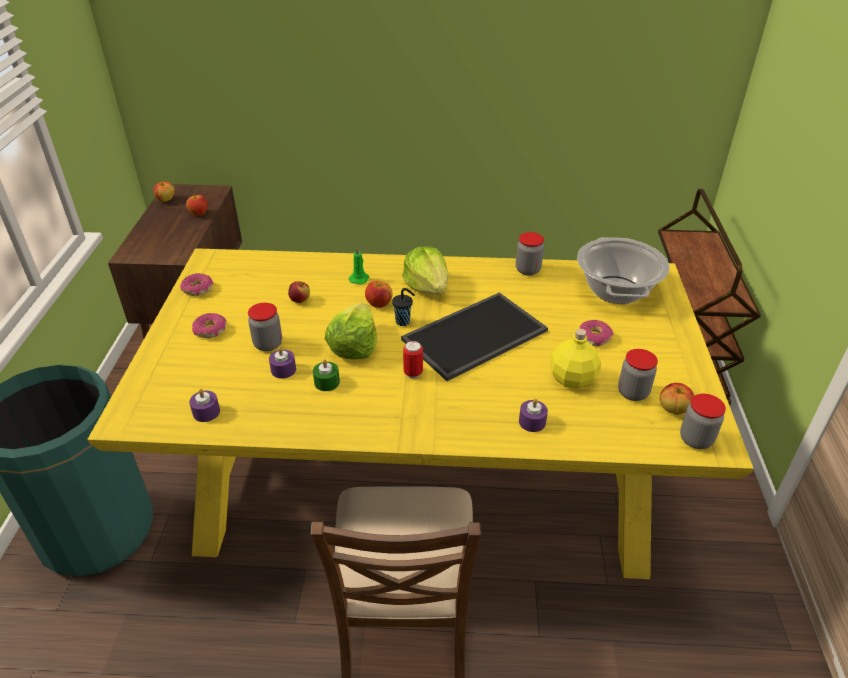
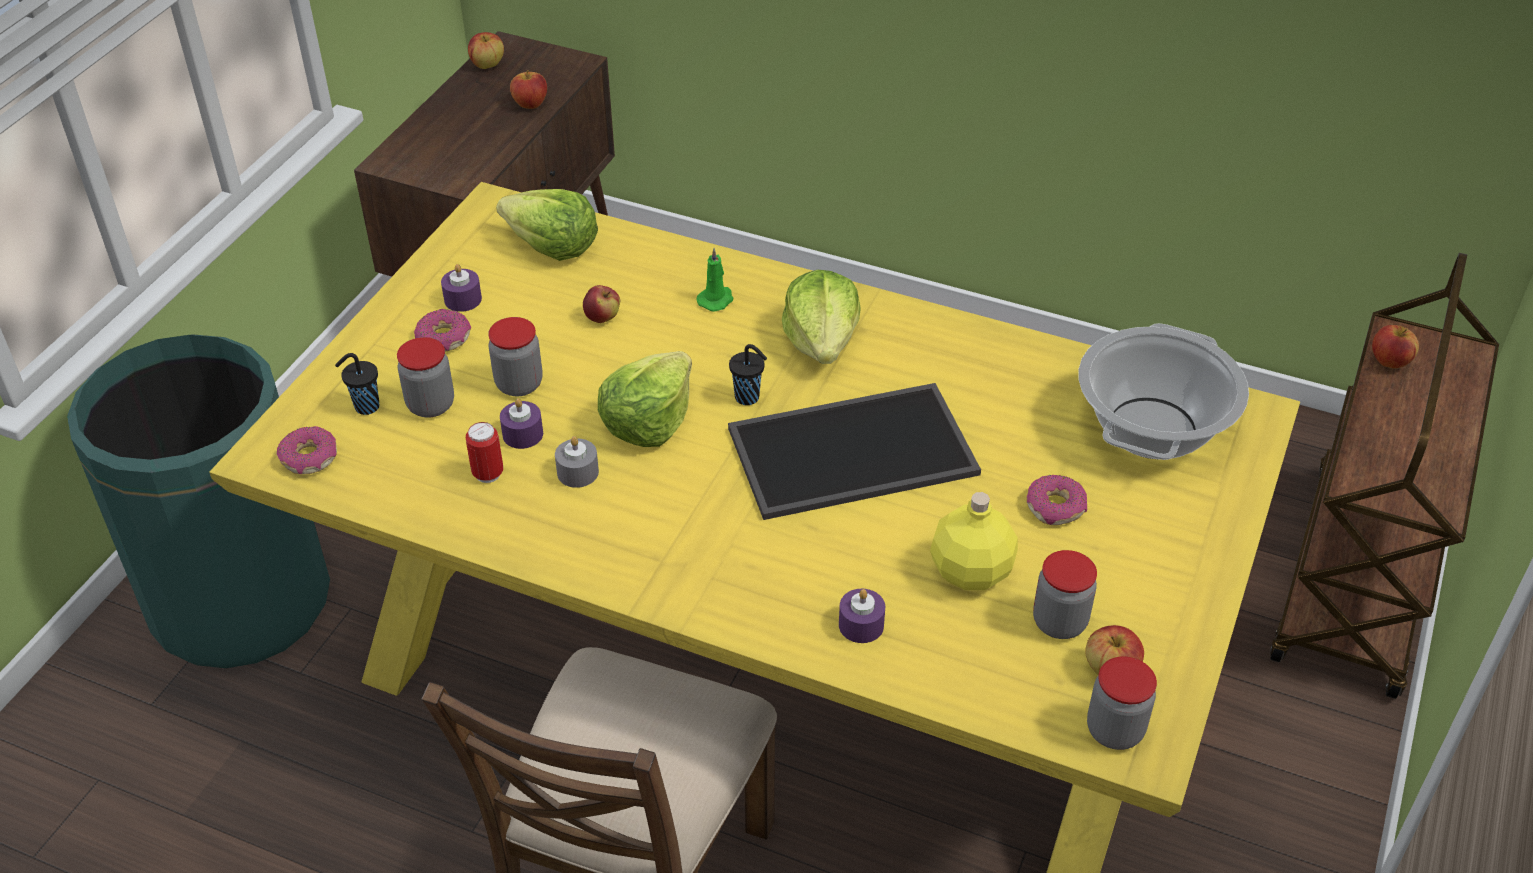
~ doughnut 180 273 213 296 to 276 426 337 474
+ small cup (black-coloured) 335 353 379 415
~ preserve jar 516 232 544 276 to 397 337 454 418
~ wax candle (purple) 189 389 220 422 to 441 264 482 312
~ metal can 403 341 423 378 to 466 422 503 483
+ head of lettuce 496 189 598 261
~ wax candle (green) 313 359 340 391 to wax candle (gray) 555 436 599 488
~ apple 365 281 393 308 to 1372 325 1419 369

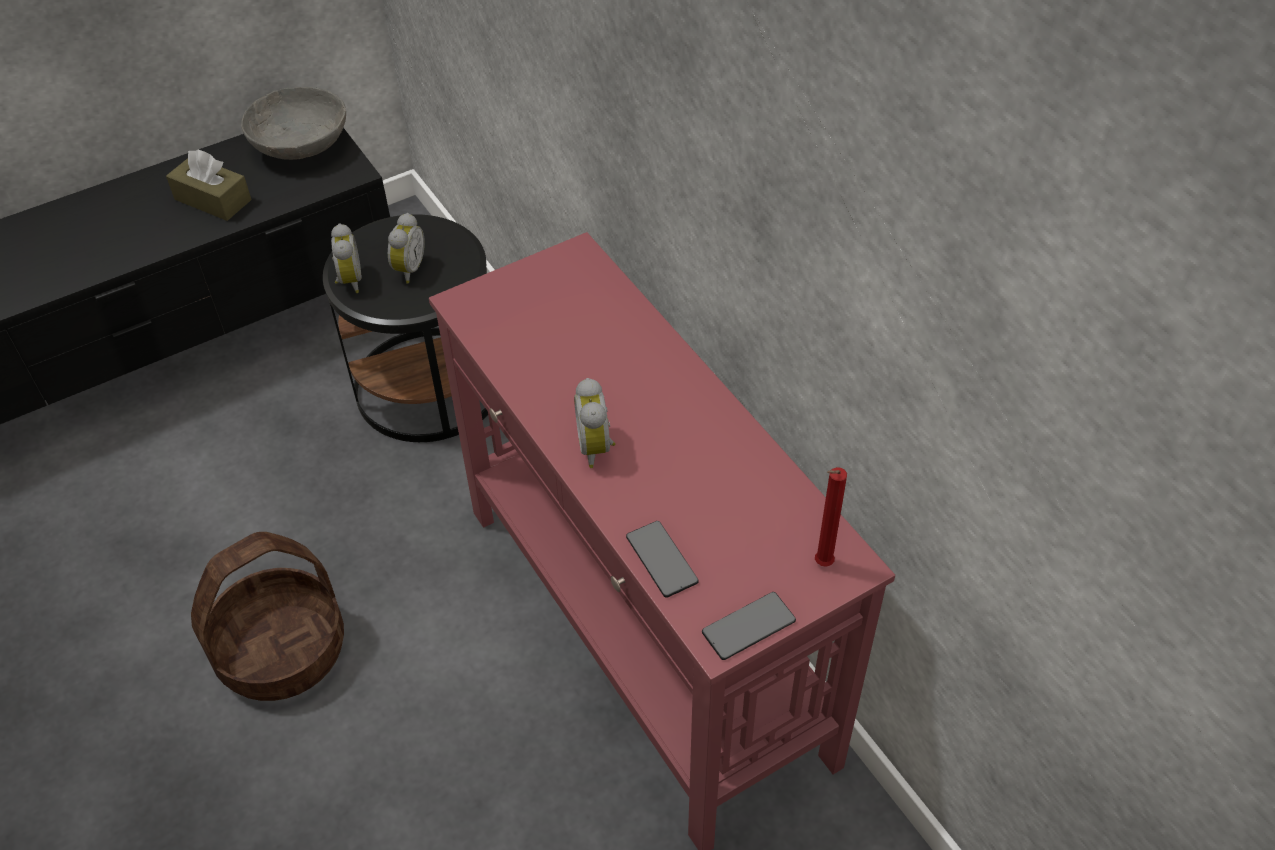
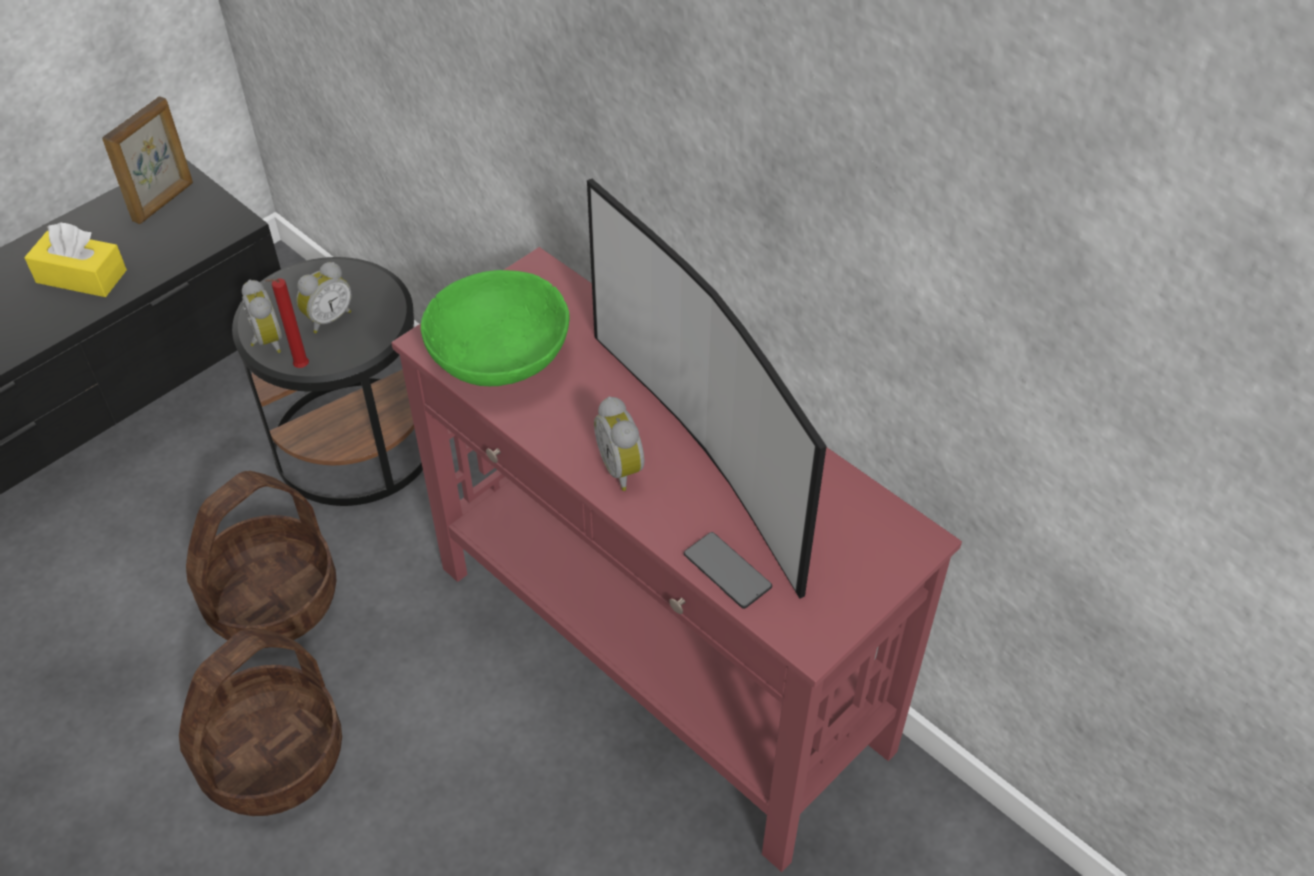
~ tissue box (brown) 166 149 251 221 to tissue box (yellowish) 24 222 127 297
~ bowl (gray) 241 87 346 160 to photo frame 102 96 193 224
+ household basket 186 471 337 648
~ wax candle (reddish) 815 467 847 567 to 265 278 309 368
~ table clock 388 213 425 284 = 296 262 352 333 45 degrees clockwise
+ bowl (green) 421 270 570 386
+ TV set 587 179 827 599
- phone 702 592 796 660

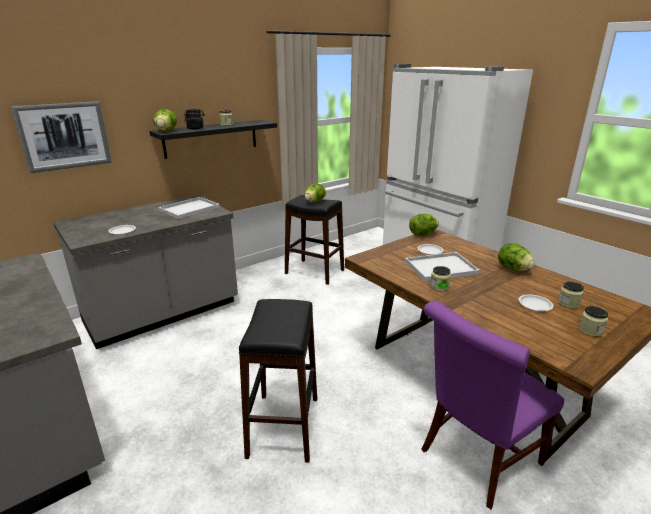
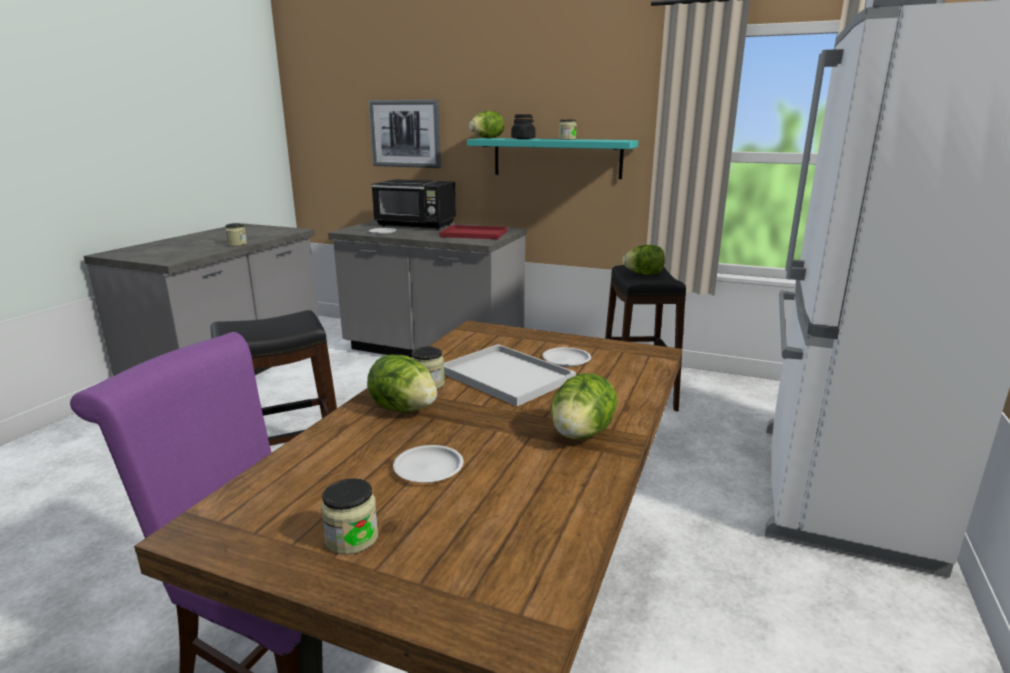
~ preserve jar 558 281 584 309 to 225 223 247 246
~ head of lettuce 409 214 439 236 to 367 355 437 413
+ kitchen microwave (black-coloured) 371 179 456 230
~ tray (whitish) 159 197 220 219 to tray (reddish) 439 225 507 239
~ wall shelf (black-coloured) 149 120 277 159 to wall shelf (turquoise) 467 138 639 179

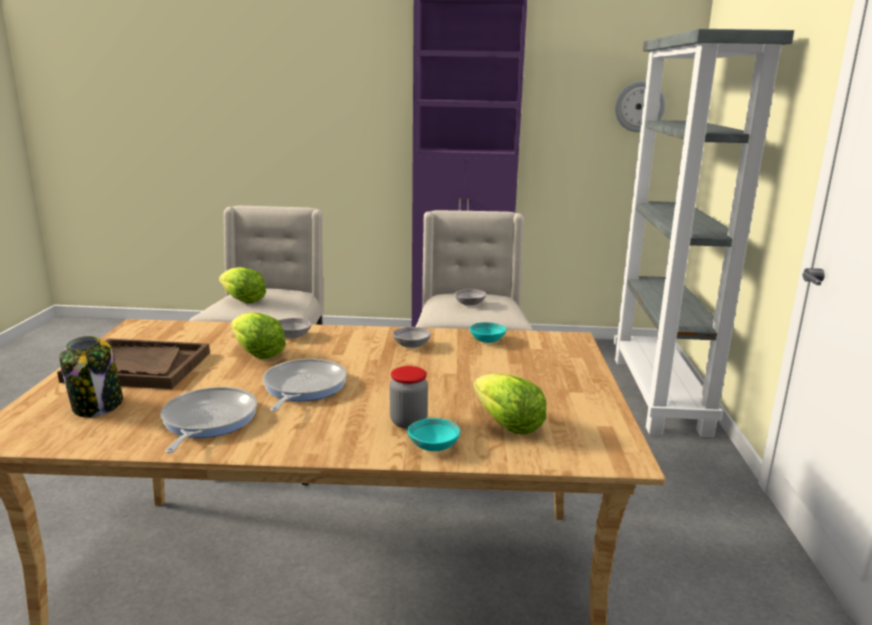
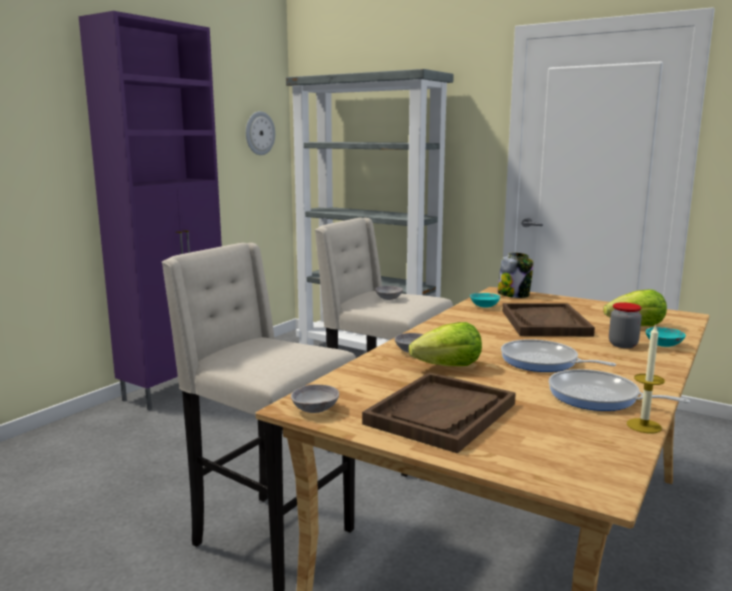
~ bowl (gray) 392 327 431 348 to 291 384 339 413
~ preserve jar 59 336 123 417 to 497 253 533 298
+ tray (brown) 502 303 595 336
+ wax candle 627 324 665 433
- head of lettuce 219 267 266 304

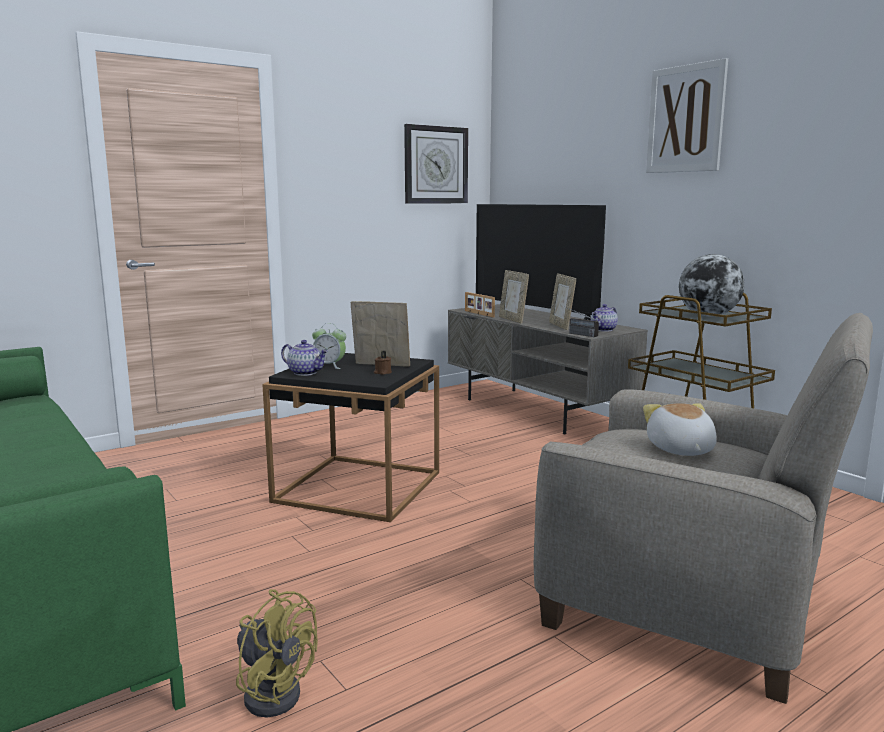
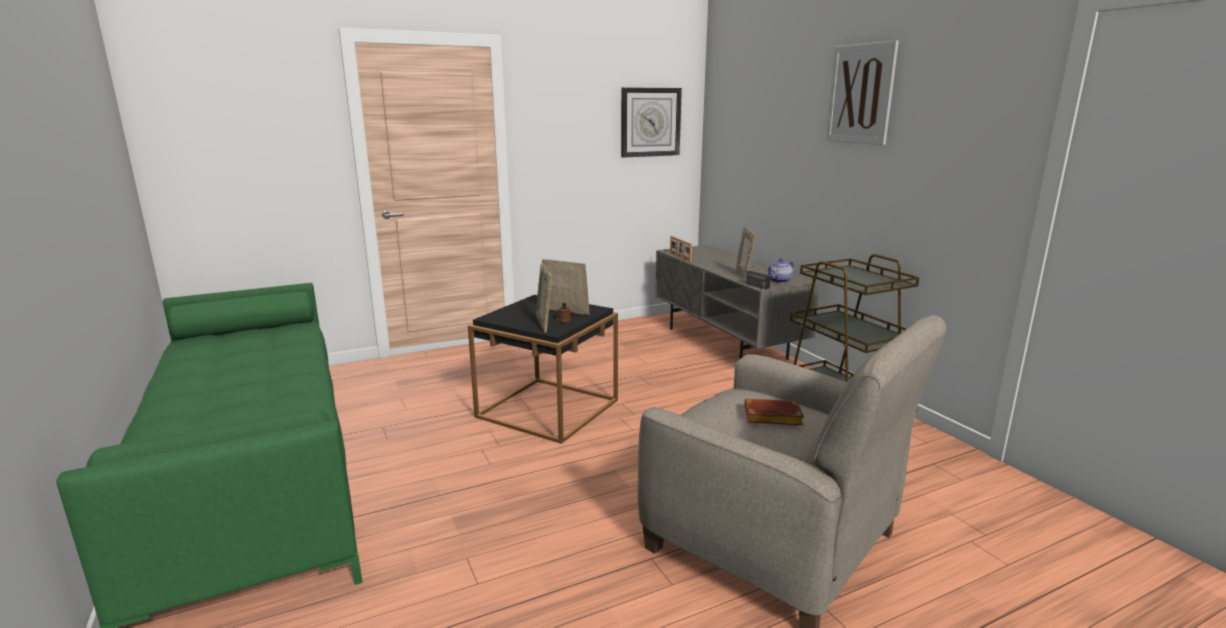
~ photo frame 499 270 529 323 to 536 263 552 333
~ plush toy 643 403 717 456 to volume (brown) 744 399 804 425
- cooling fan (yellowish) 236 589 318 717
- pot for tea 281 340 328 376
- table clock 312 323 346 369
- TV set 476 204 606 320
- world globe 679 254 745 316

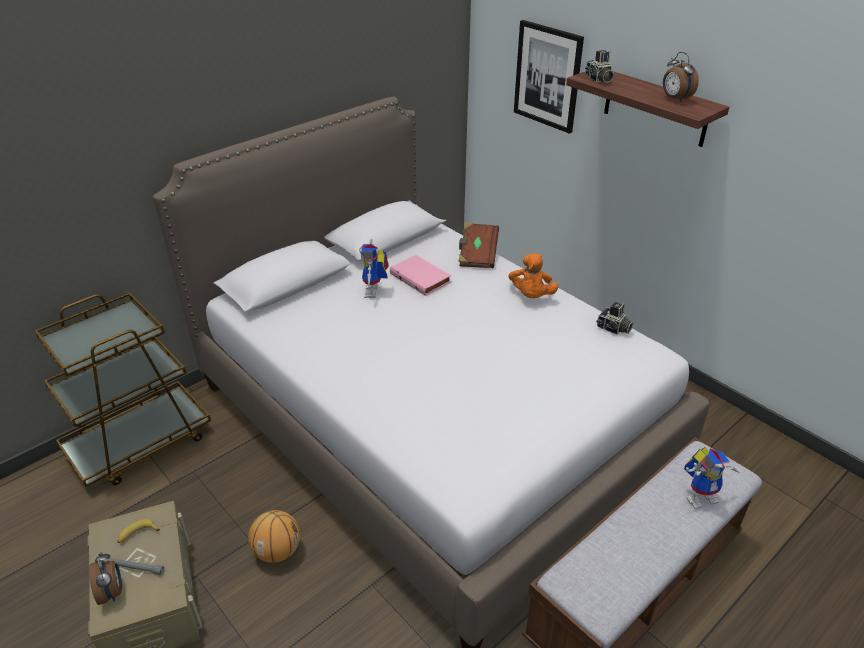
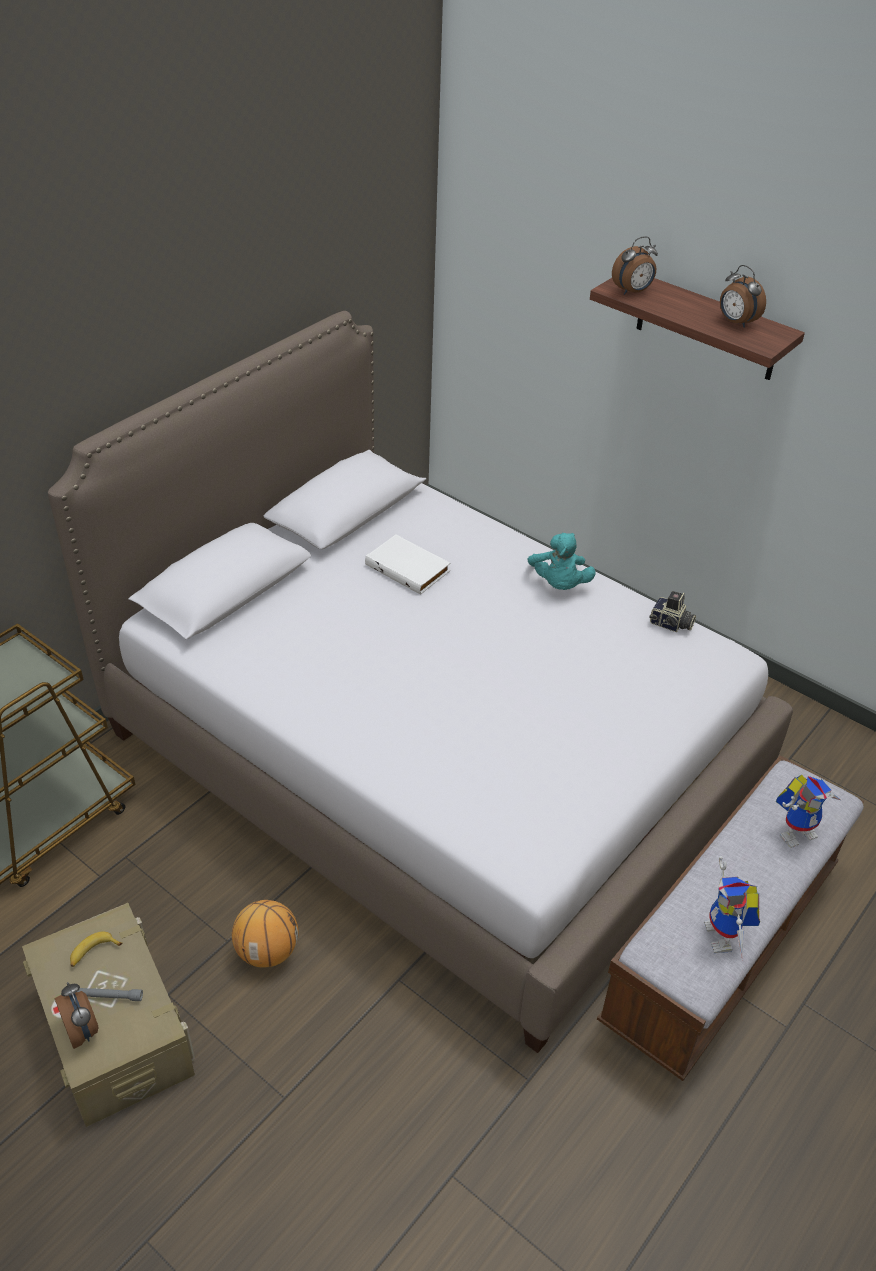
~ volume (pink-coloured) 390 255 451 296 to volume (whitish) 365 535 450 595
~ plush toy (orangey) 509 253 558 298 to plush toy (turquoise) 528 533 596 590
~ still camera 585 50 614 83 to table clock 612 236 658 295
~ robot figure 359 239 389 298 to 704 856 760 958
- volume (brown) 458 222 499 268
- picture 514 20 584 134

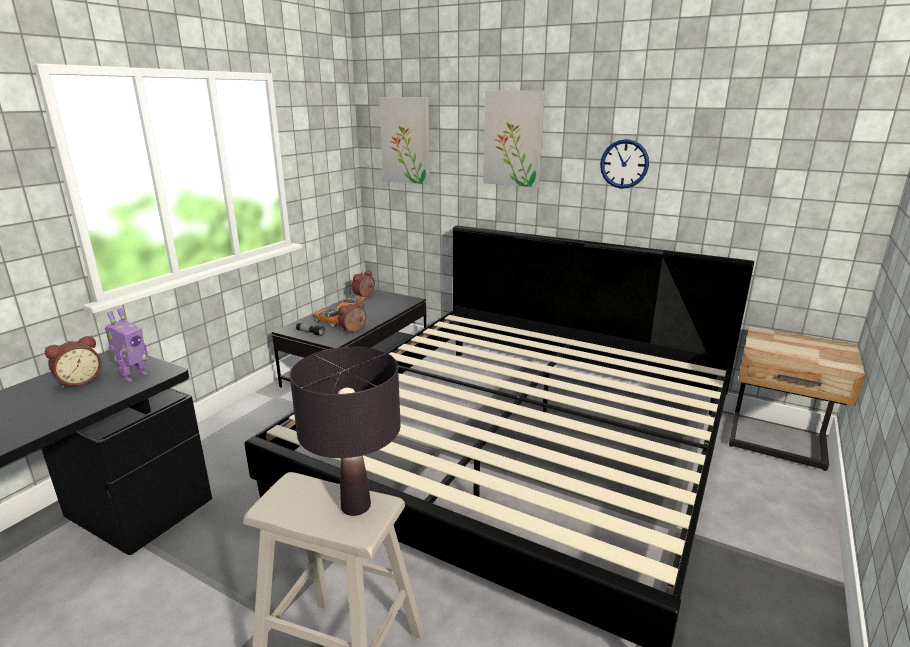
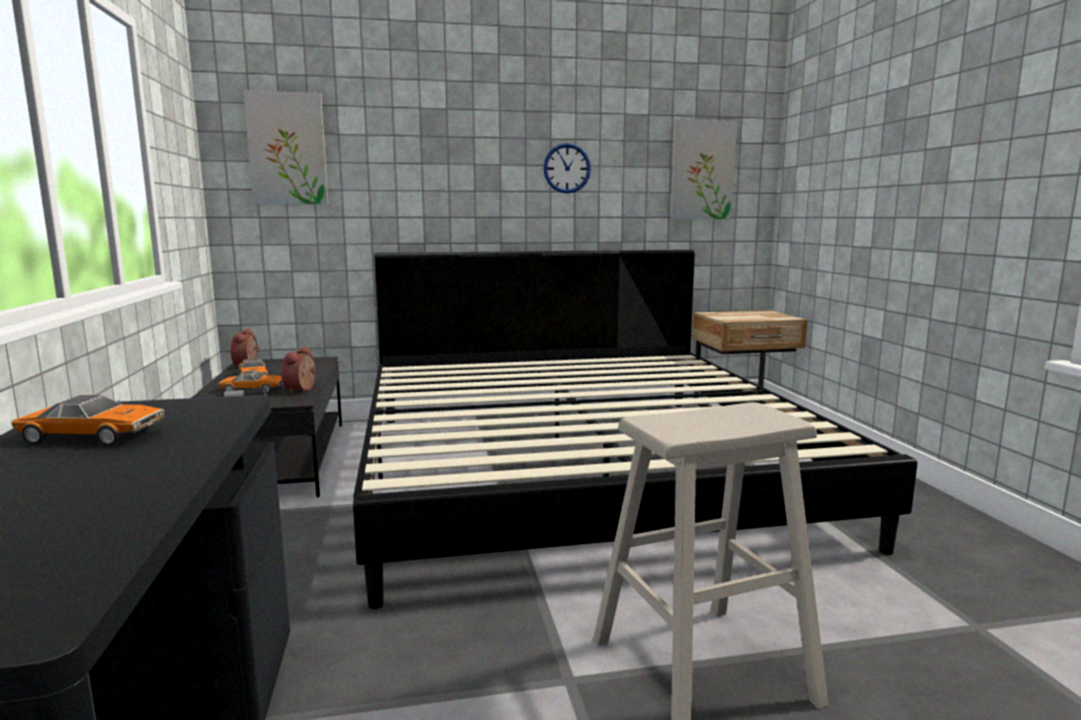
~ table clock 45 335 102 388 to model car 11 395 165 446
~ picture 483 90 544 187 to 670 119 737 219
- robot figure 105 308 148 382
- tabletop lamp (black-coloured) 290 347 401 516

